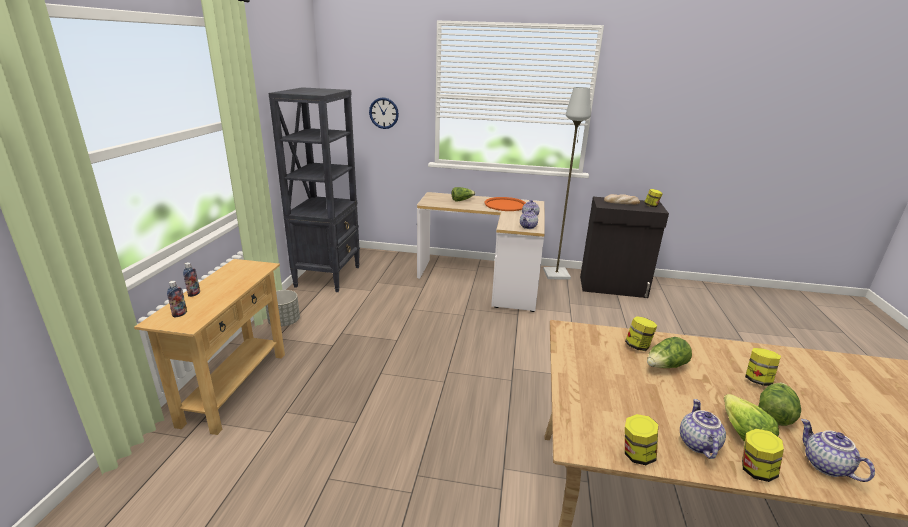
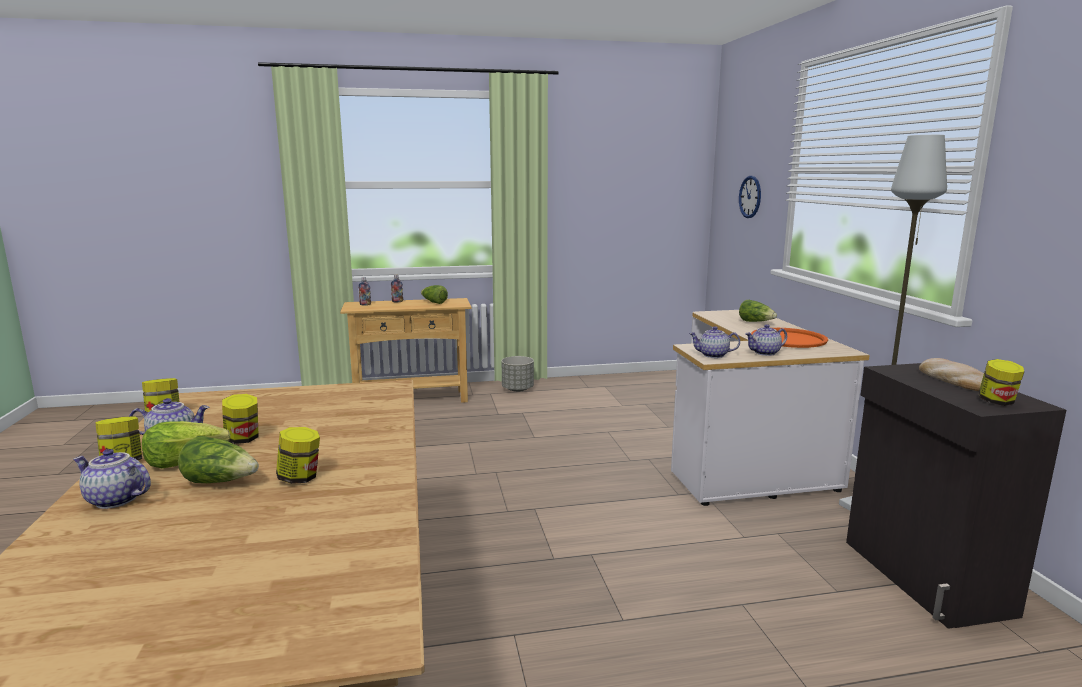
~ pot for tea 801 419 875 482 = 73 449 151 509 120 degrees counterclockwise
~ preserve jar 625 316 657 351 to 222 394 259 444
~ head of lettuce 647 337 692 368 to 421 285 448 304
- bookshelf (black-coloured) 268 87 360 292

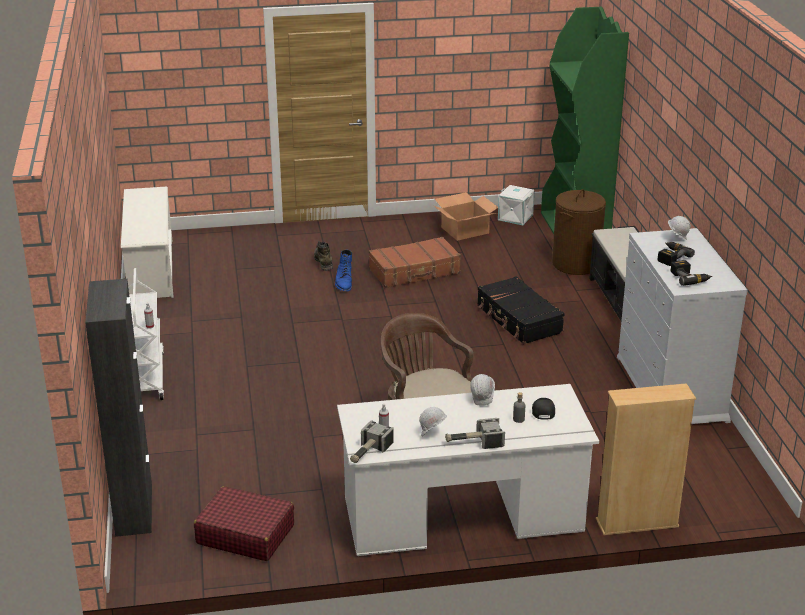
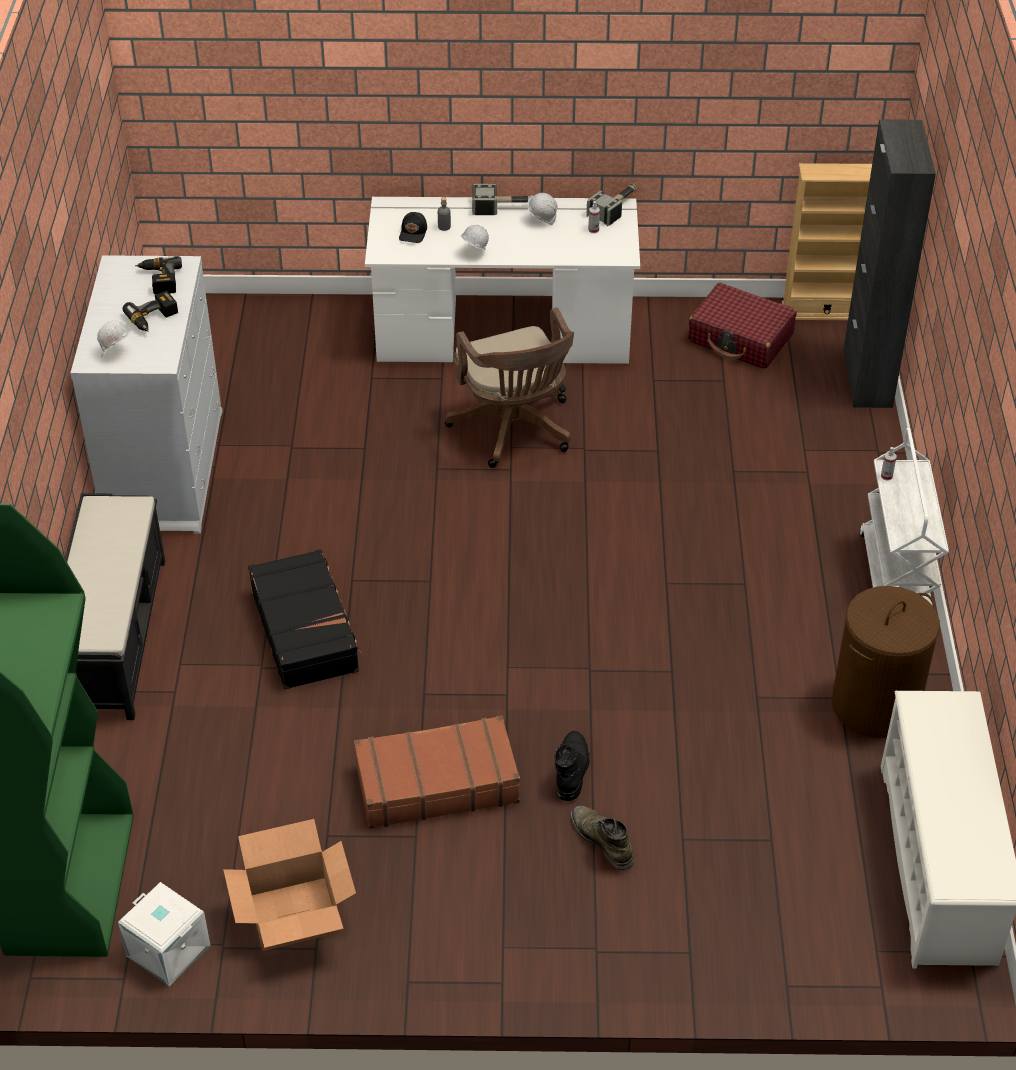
~ boot (blue) 335 249 352 291 to boot (black-coloured) 555 731 590 801
~ boot (green) 314 241 333 271 = 571 806 634 870 150 degrees clockwise
~ bookshelf (beige-coloured) 596 383 696 535 to 782 163 872 320
~ laundry basket (brown) 552 189 606 275 to 832 586 940 738

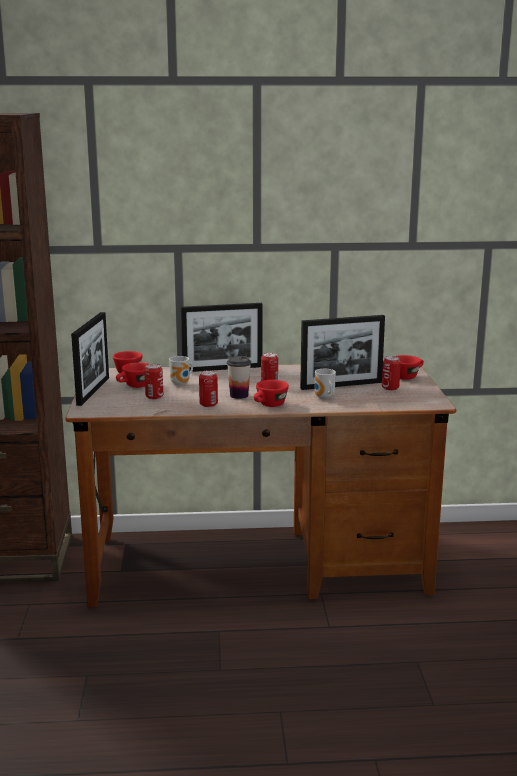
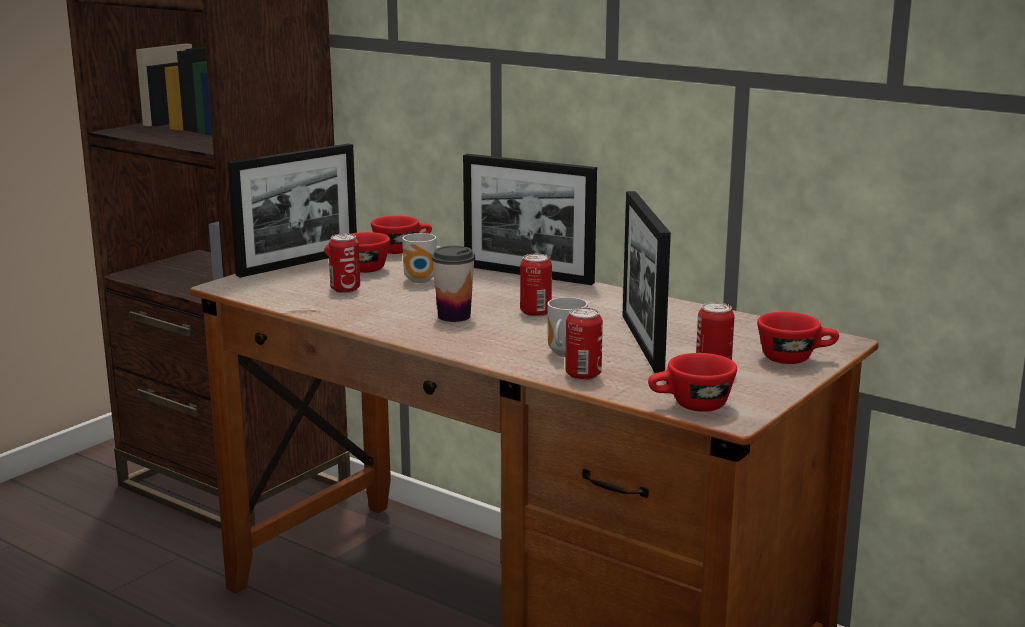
~ metal can 199 370 218 407 to 565 307 603 380
~ photo frame 300 315 385 390 = 623 191 671 373 60 degrees clockwise
~ small cup (reddish) 254 380 289 407 to 648 353 737 412

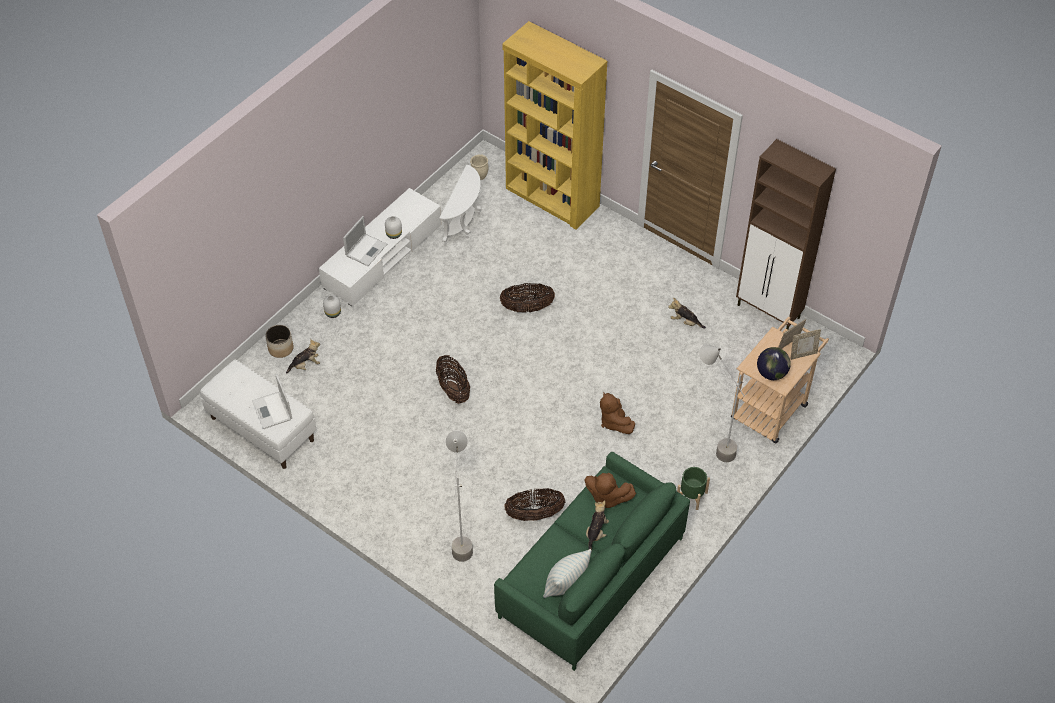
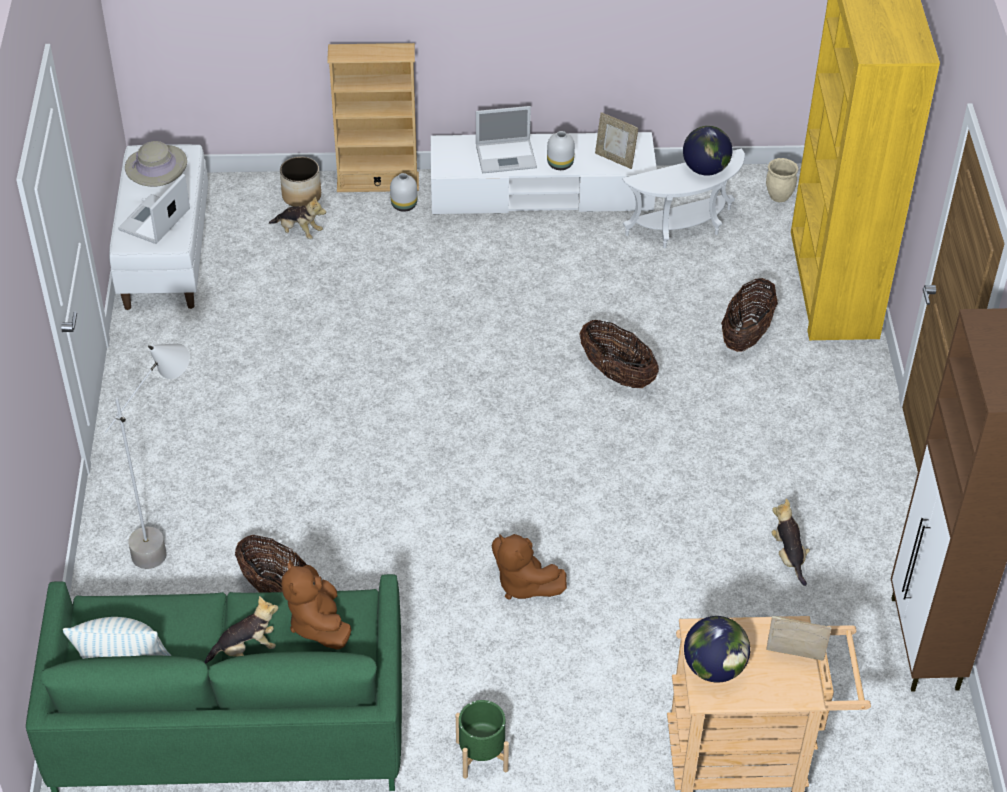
+ hat (beige-coloured) 125 141 187 187
+ bookshelf (beige-coloured) 327 43 419 192
~ plush toy (brown) 600 393 635 434 = 492 534 567 600 75 degrees counterclockwise
~ photo frame 791 329 821 360 to 595 112 638 169
+ world globe 683 126 732 176
~ household basket 436 355 470 404 to 721 278 778 352
- floor lamp (gray) 699 344 745 462

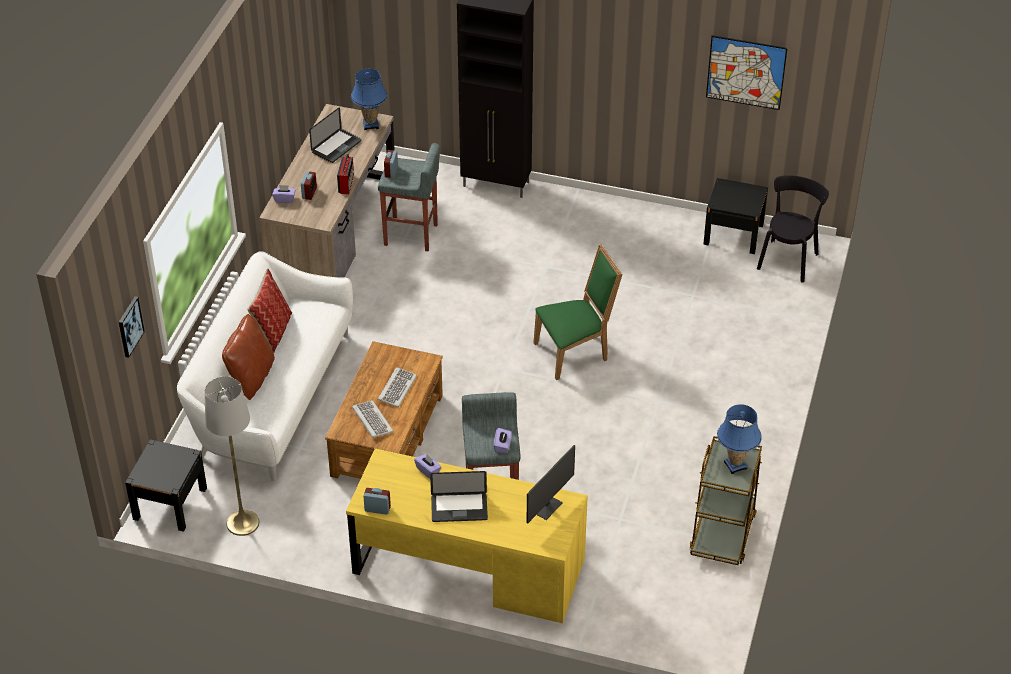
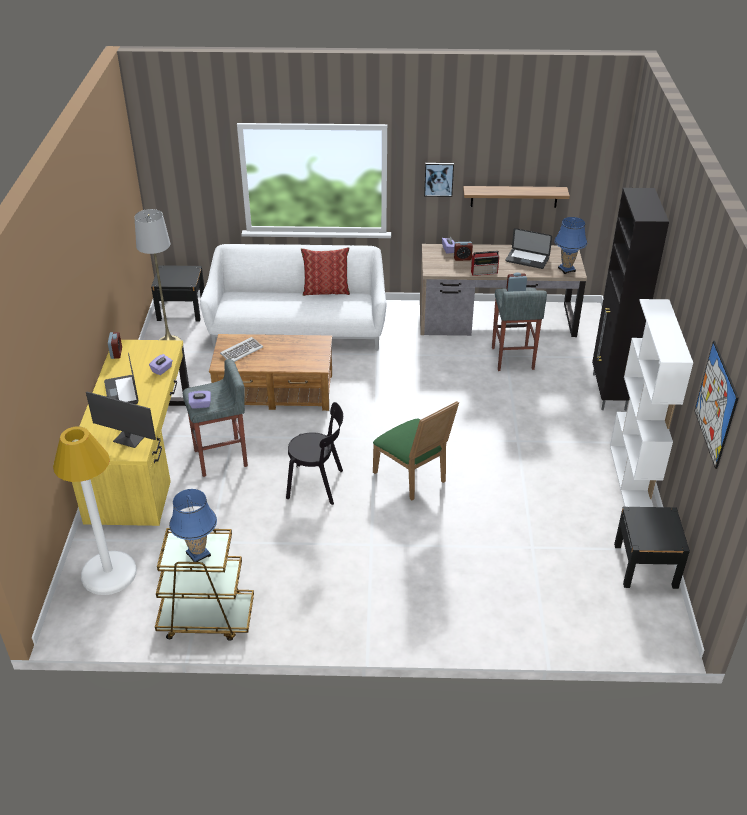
+ floor lamp (whitish) 53 426 137 595
~ chair (black-coloured) 757 175 829 283 to 286 402 343 505
~ picture 119 296 145 358 to 424 163 454 197
+ wall shelf 463 186 570 208
+ bookshelf (whitish) 610 299 693 507
- cushion (brown) 222 314 275 400
- computer keyboard 378 367 417 407

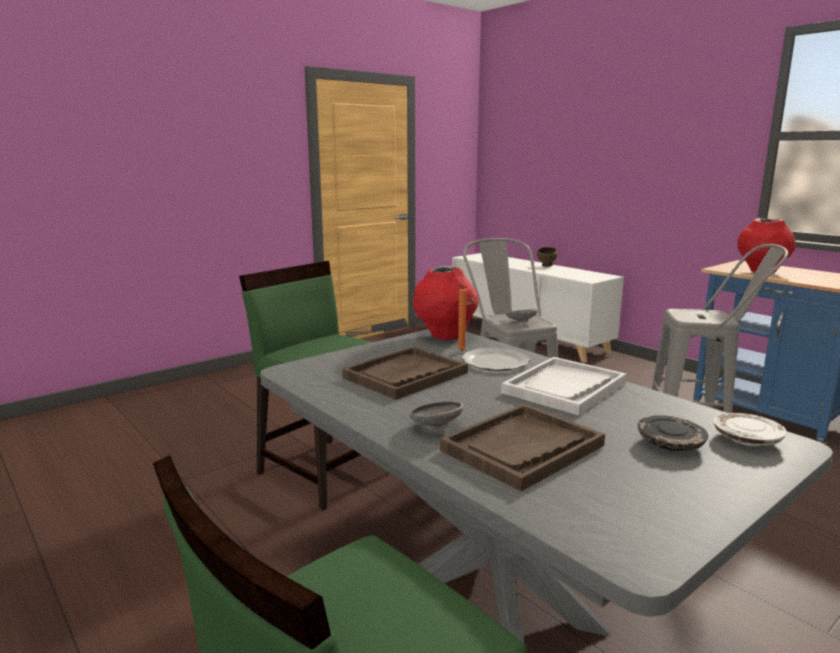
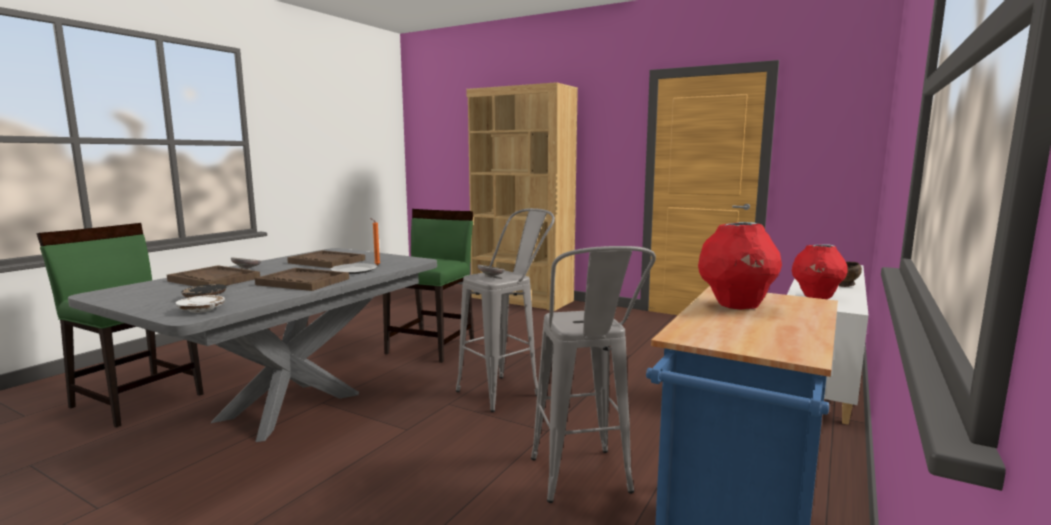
~ tray (whitish) 501 357 626 415 to tray (brown) 255 268 349 291
+ bookshelf (brown) 466 82 578 311
~ vase (reddish) 413 266 478 340 to 792 244 848 299

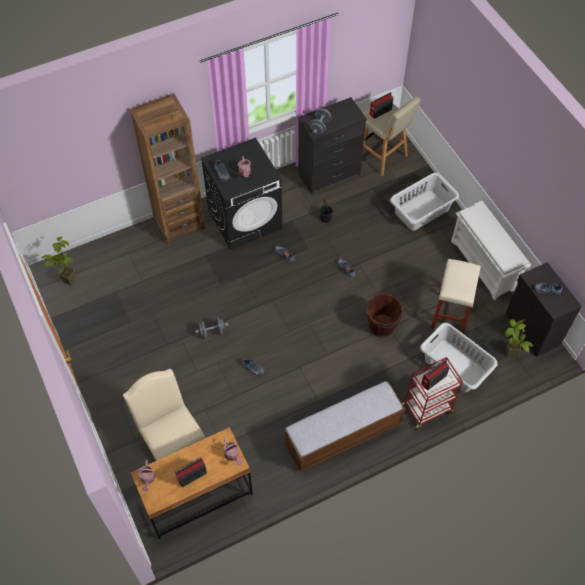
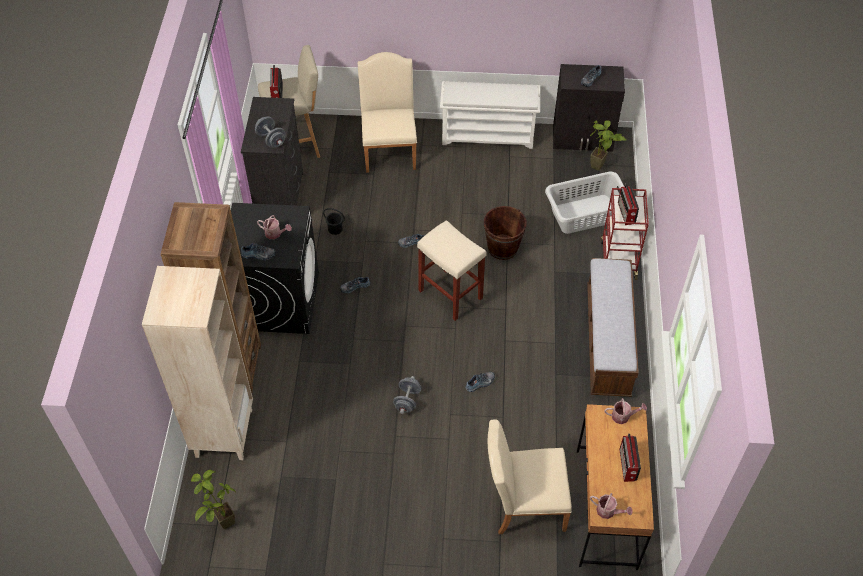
+ bookshelf (beige-coloured) 142 266 253 460
~ laundry basket (gray) 390 173 459 231 to chair (beige-coloured) 358 52 417 173
~ stool (beige-coloured) 431 259 481 333 to 417 220 487 321

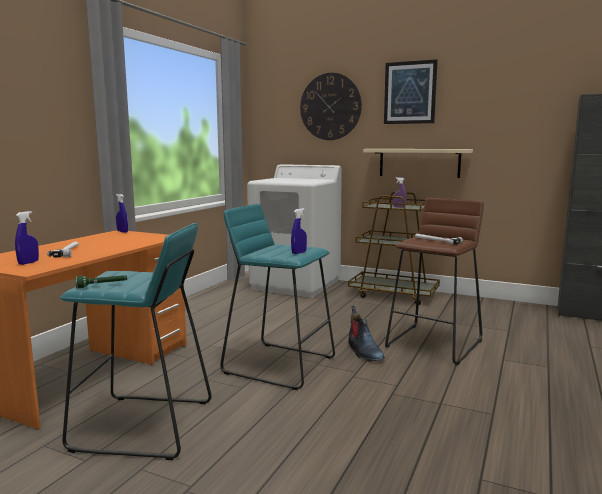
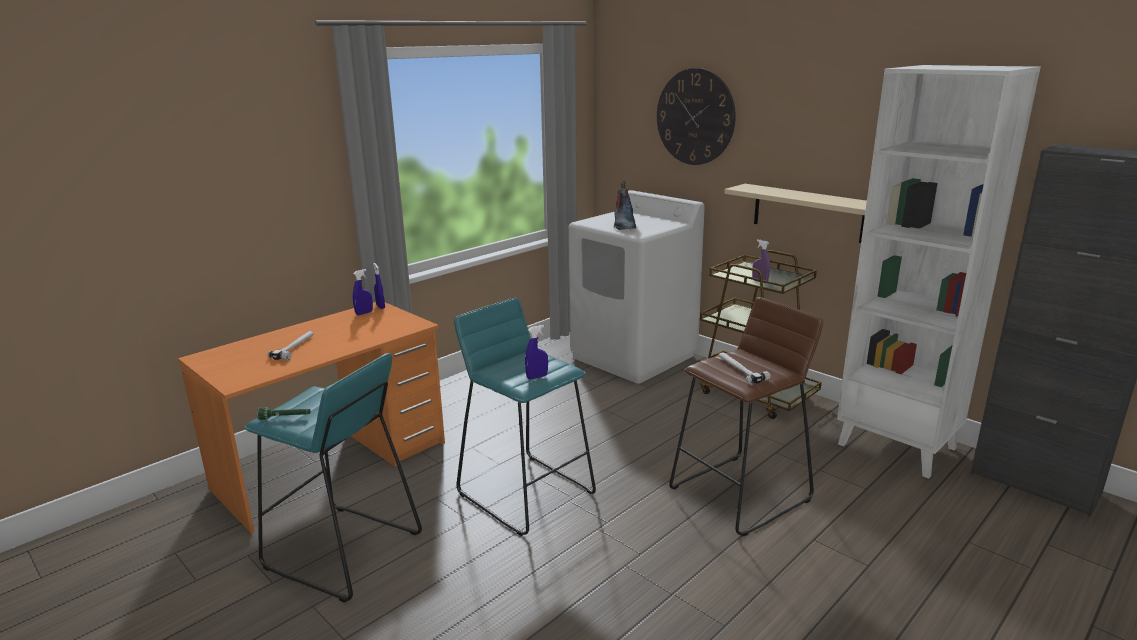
~ hand sprayer (blue) 15 211 39 265 to 353 269 373 315
~ boot 349 306 385 362 to 614 181 636 230
+ bookshelf (whitish) 837 65 1041 479
- picture 384 59 438 124

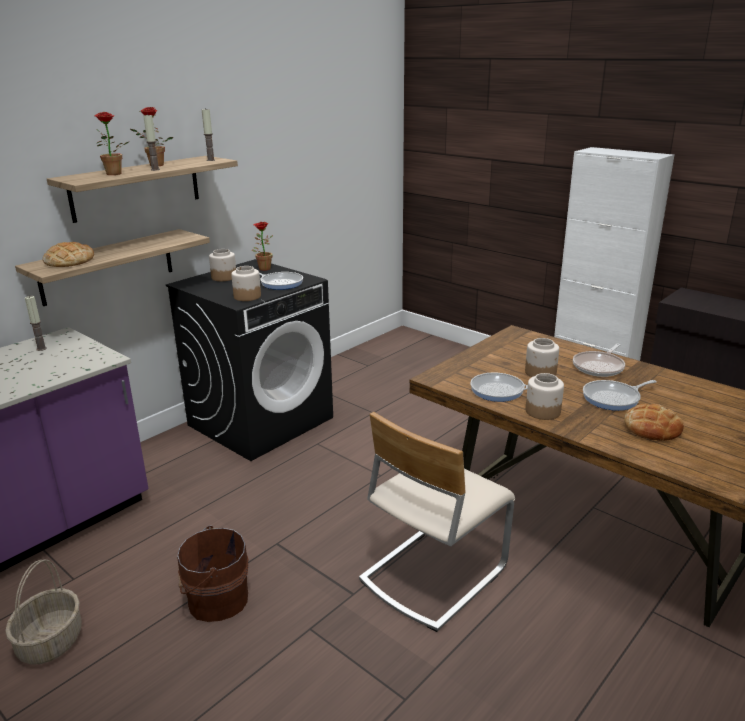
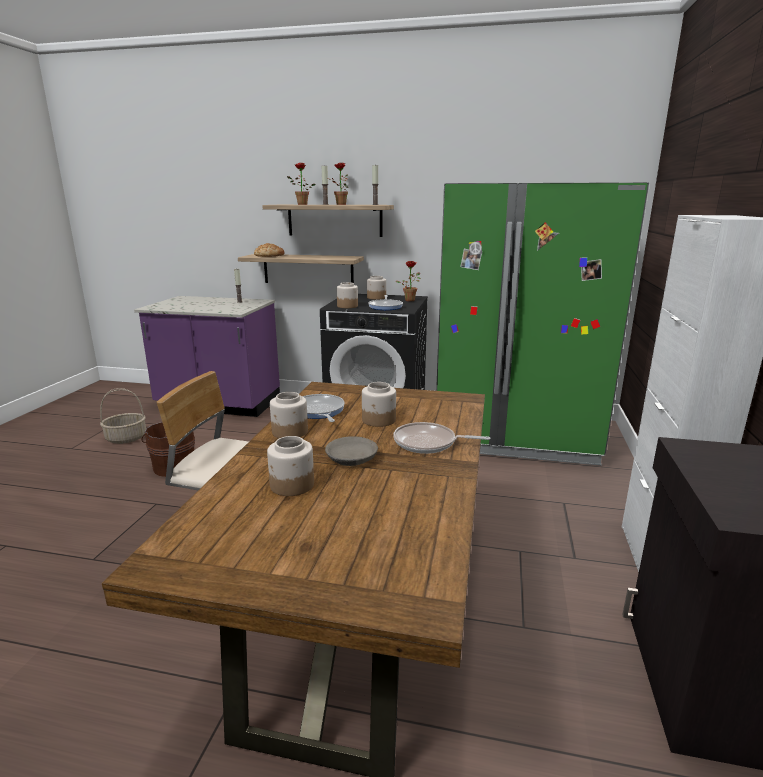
~ bread 624 404 684 441 to preserve jar 267 436 314 496
~ pan 583 380 657 411 to bowl (gray) 325 436 378 466
+ refrigerator (green) 436 182 649 466

